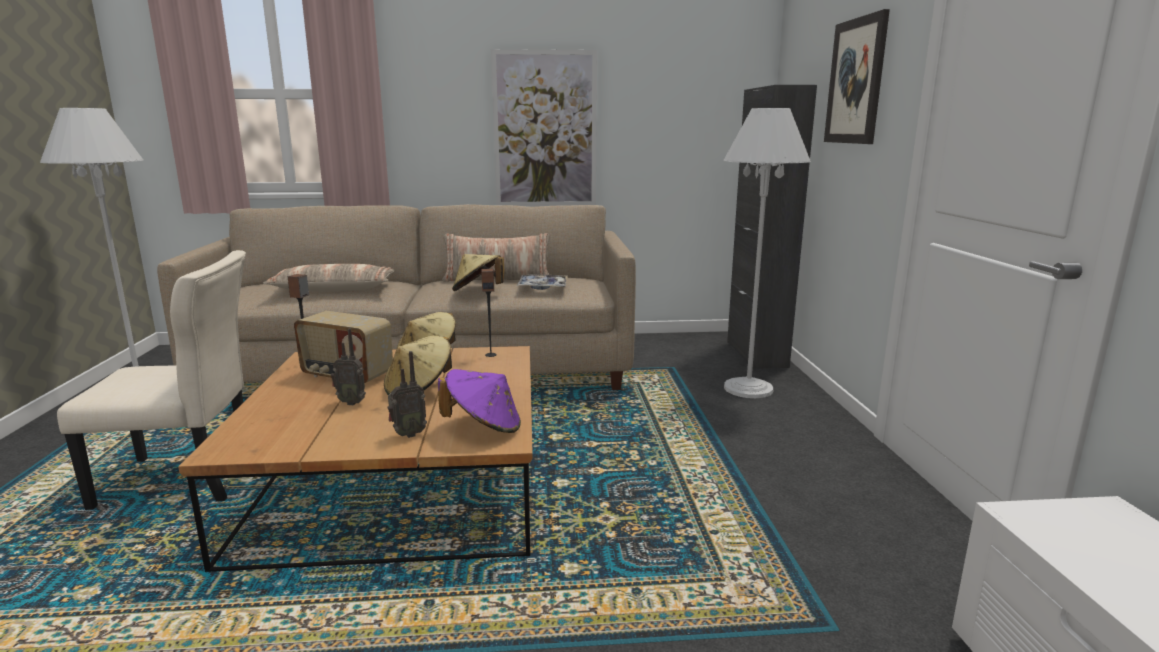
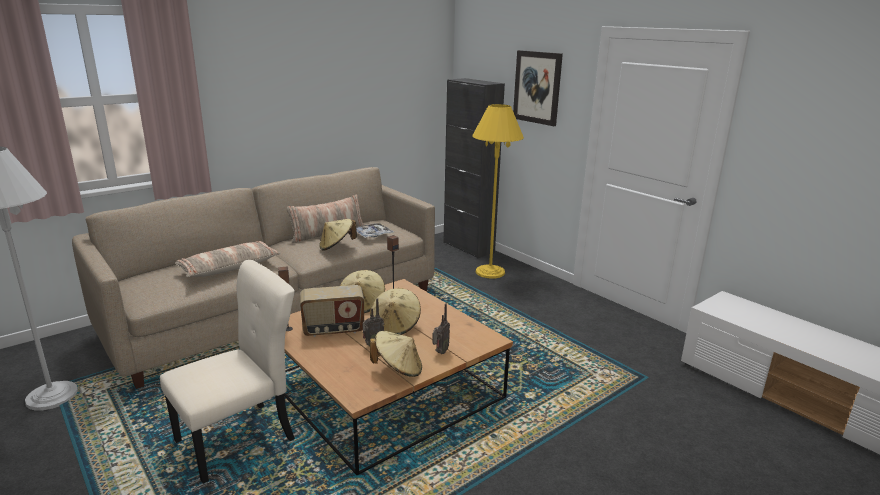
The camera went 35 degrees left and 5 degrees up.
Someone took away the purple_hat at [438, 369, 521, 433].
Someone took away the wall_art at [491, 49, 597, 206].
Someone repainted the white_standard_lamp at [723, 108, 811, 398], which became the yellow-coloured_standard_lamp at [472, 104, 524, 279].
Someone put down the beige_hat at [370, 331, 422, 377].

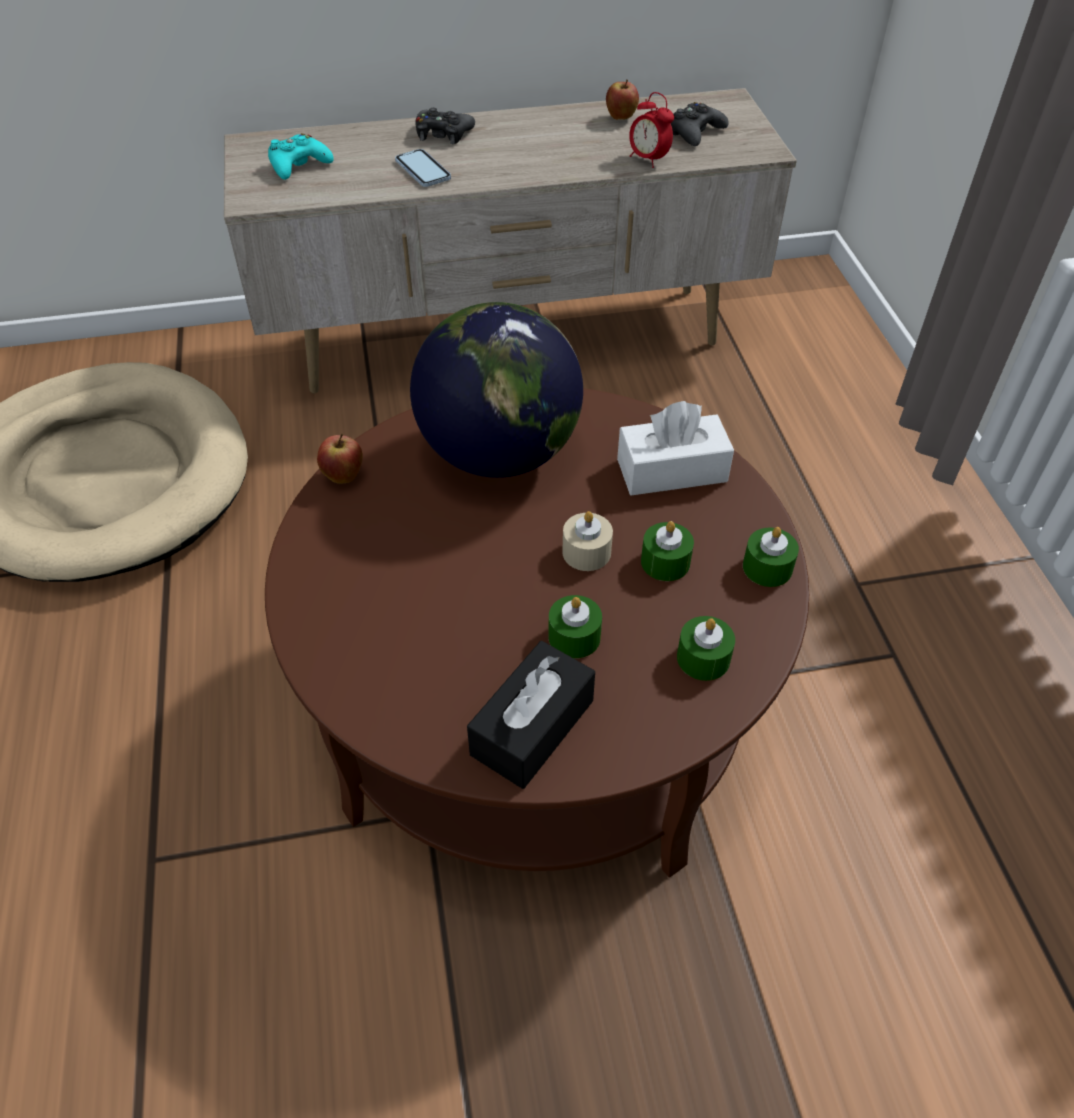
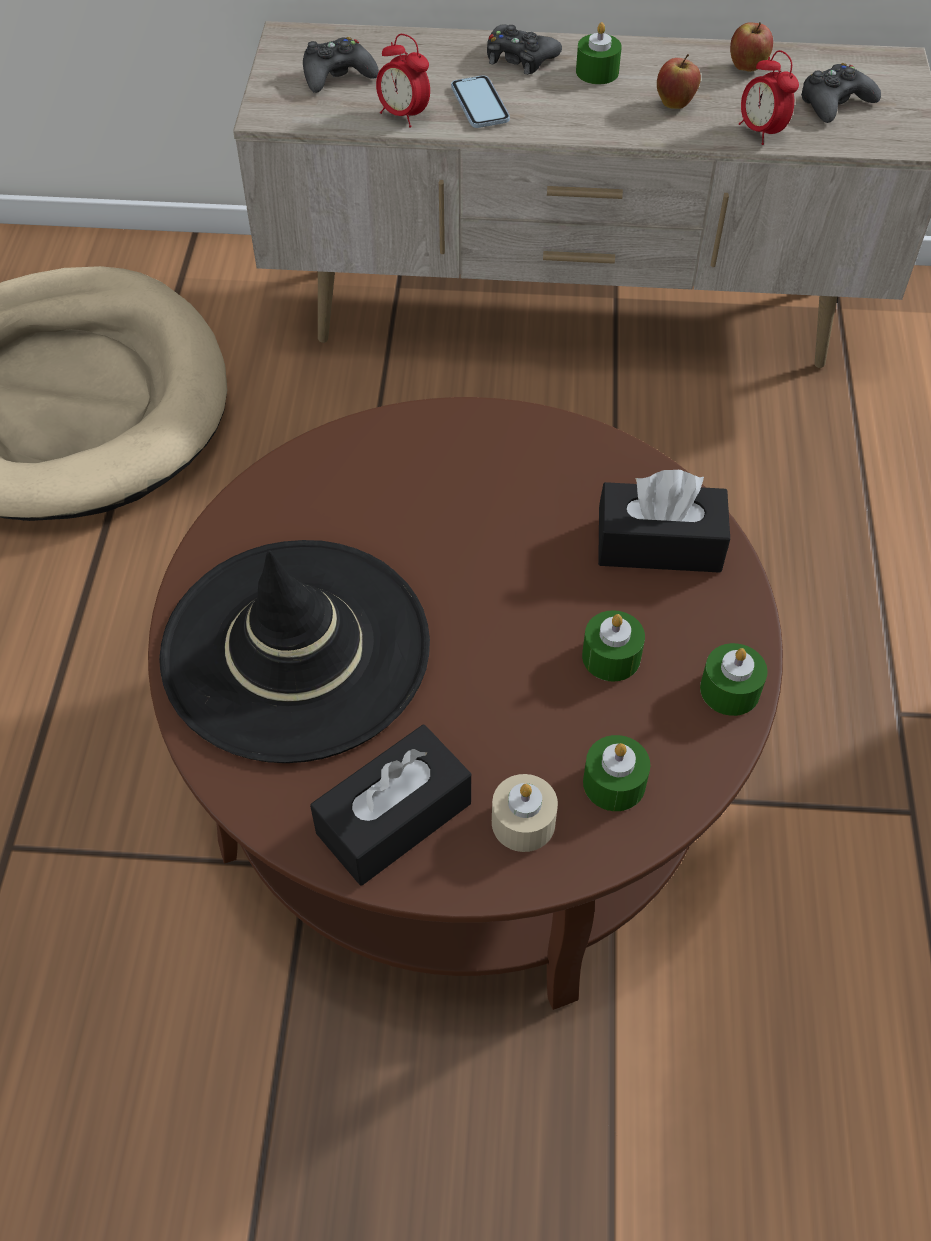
The camera went 15 degrees right and 5 degrees up.
Someone repainted the turquoise_joypad at [268, 133, 334, 180], which became the black_joypad at [303, 37, 379, 93].
Someone carried the apple from [317, 434, 363, 484] to [657, 54, 701, 109].
Someone took away the world_globe at [410, 302, 583, 478].
Someone carried the greenish_candle from [548, 595, 602, 659] to [576, 22, 622, 84].
Someone carried the beige_candle from [562, 511, 613, 571] to [492, 774, 558, 852].
Someone repainted the white_box_of_tissues at [617, 401, 734, 495], which became the black_box_of_tissues at [598, 470, 730, 573].
Someone put down the black_hat at [159, 540, 430, 763].
Someone put down the table_clock at [376, 34, 430, 127].

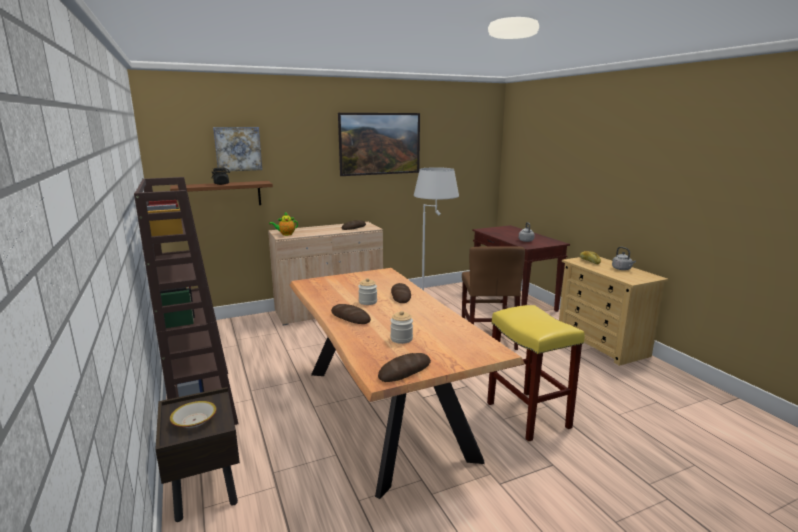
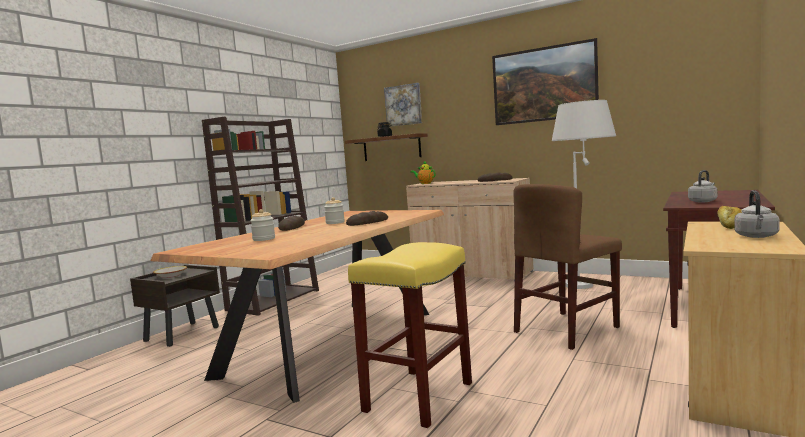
The camera went 55 degrees right and 10 degrees down.
Someone took away the baked_bread at [378, 353, 431, 382].

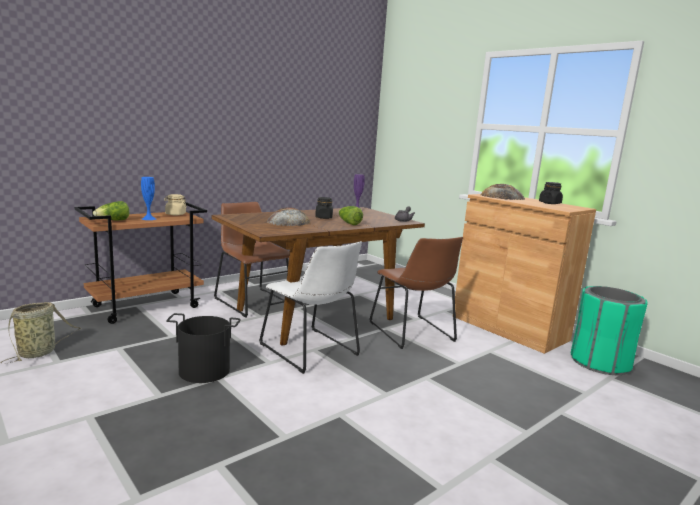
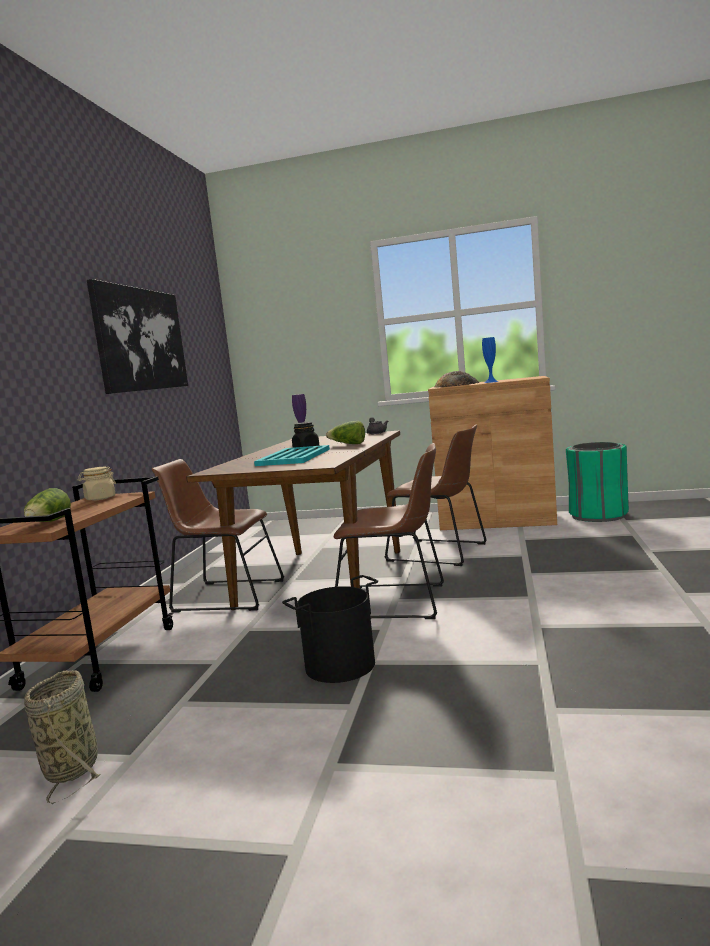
The camera went 35 degrees left and 5 degrees down.
Someone carried the blue_vase from [141, 177, 156, 220] to [482, 337, 499, 383].
Someone repainted the white_plain_chair at [259, 241, 362, 374], which became the brownish_plain_chair at [334, 443, 444, 619].
Someone swapped the baked_bread at [267, 207, 310, 226] for the turquoise_tray at [254, 445, 330, 466].
Someone took away the black_storage_jar at [539, 182, 563, 204].
Someone put up the wall_art at [87, 279, 188, 394].

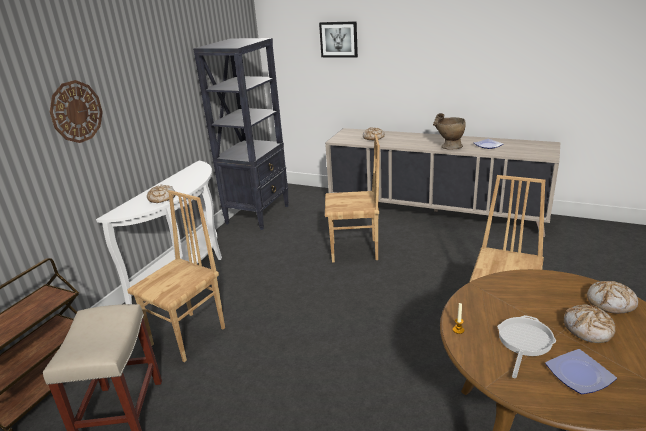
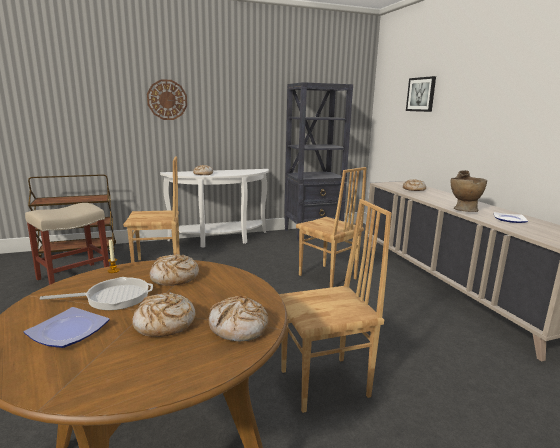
The camera went 45 degrees right and 10 degrees down.
Someone put down the baked_bread at [150, 254, 199, 286].

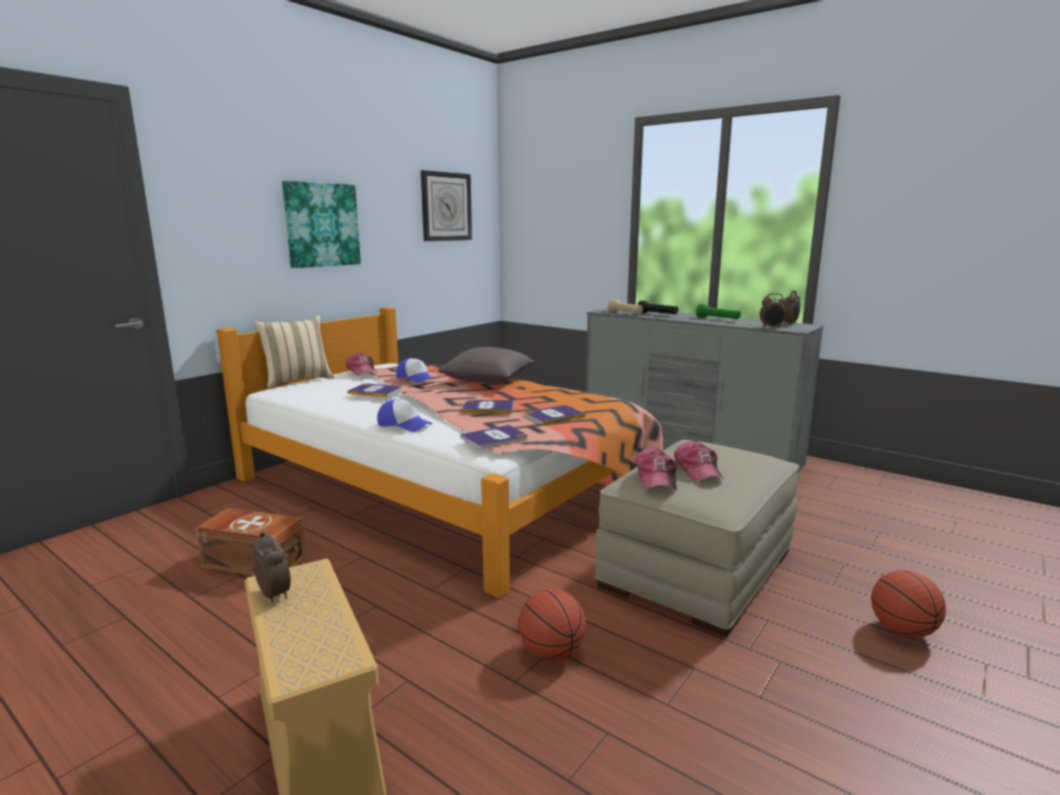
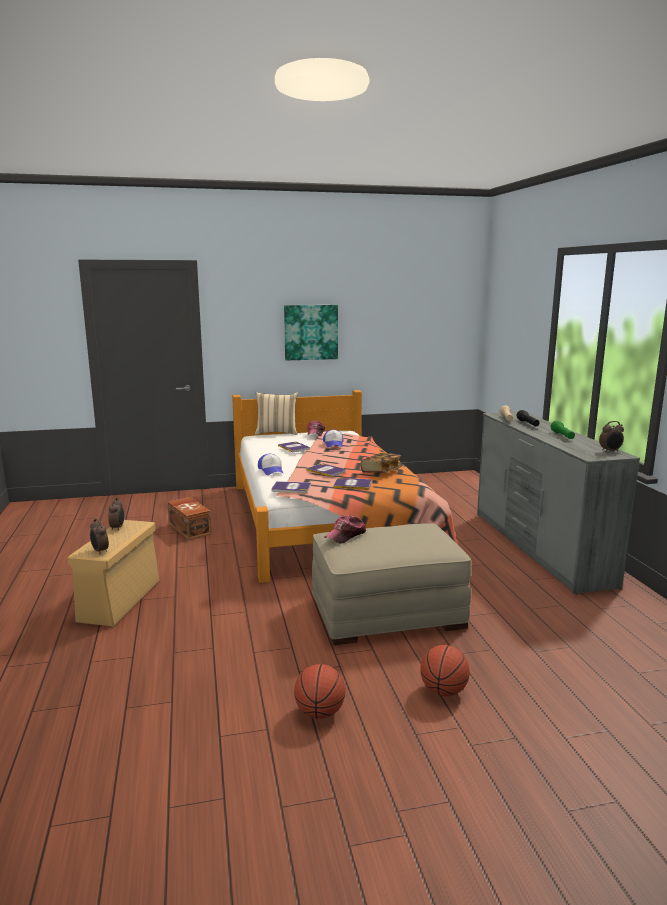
The camera went 40 degrees right and 0 degrees up.
Someone took away the wall_clock at [421, 170, 472, 241].
Someone took away the greyish_throw_pillow at [438, 347, 535, 383].
Someone carried the ball_for_basketball from [518, 589, 586, 661] to [294, 664, 345, 719].
Someone took away the baseball_cap at [674, 441, 724, 481].
Someone carried the table_clock from [760, 293, 788, 328] to [90, 519, 109, 555].
Someone put down the book at [361, 453, 402, 473].

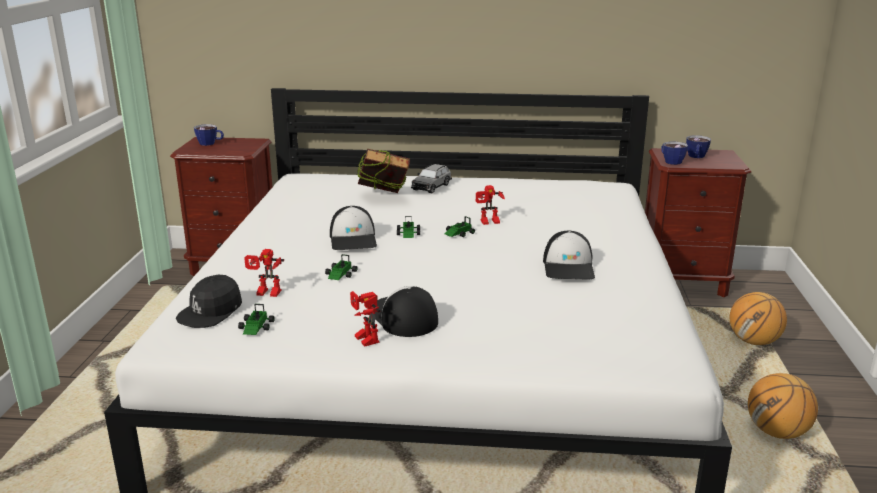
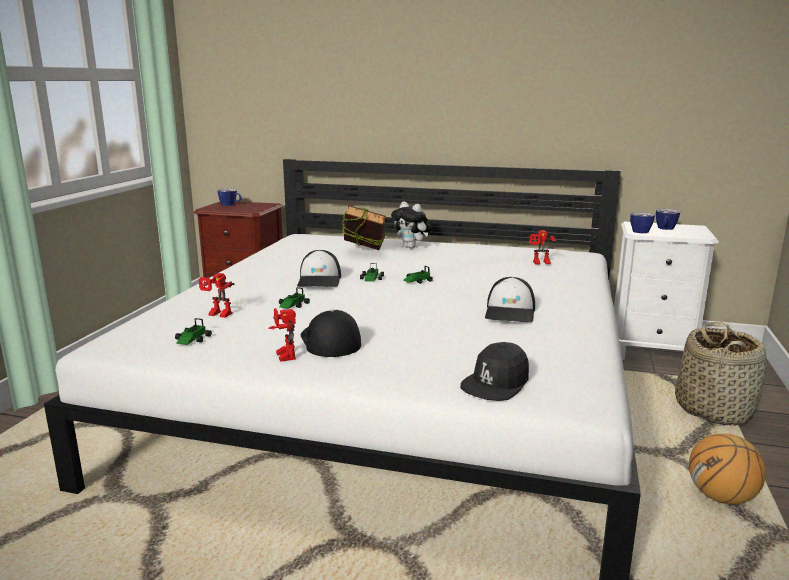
The camera went 10 degrees right and 5 degrees down.
Someone carried the black_baseball_cap from [176, 275, 242, 328] to [460, 342, 529, 401].
Someone swapped the greyish_miniature_car at [411, 164, 452, 193] for the plush_toy at [391, 202, 432, 248].
Someone carried the toy_robot from [476, 185, 505, 225] to [529, 230, 556, 264].
Someone repainted the brownish_bedside_table at [645, 148, 751, 297], which became the white_bedside_table at [614, 222, 719, 360].
Someone swapped the ball_for_basketball at [730, 292, 787, 345] for the storage_basket at [675, 322, 767, 426].

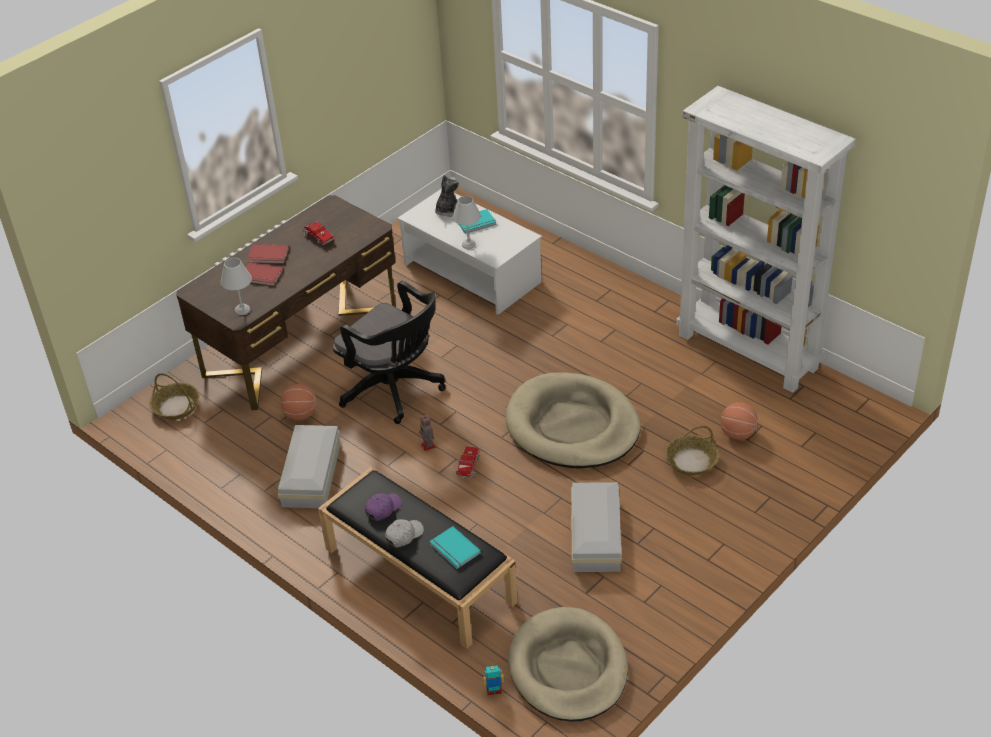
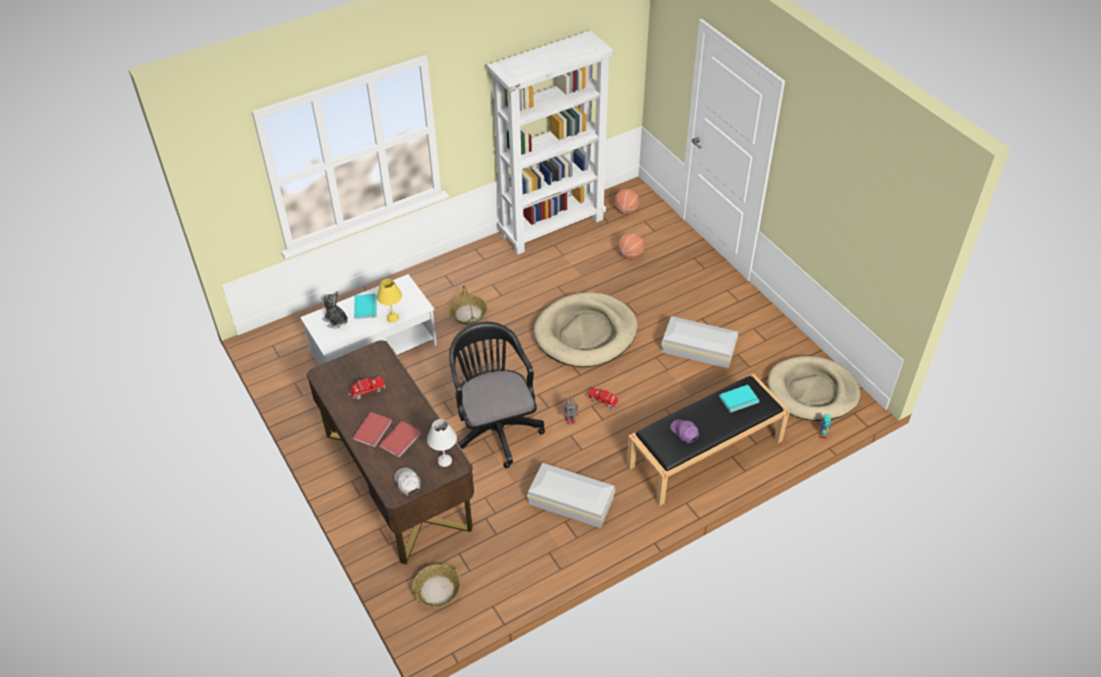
The camera went 75 degrees left and 5 degrees up.
Someone carried the ball_for_basketball from [280, 384, 316, 420] to [615, 189, 639, 214].
Someone rotated the black_office_chair at [333, 281, 445, 424] by 75 degrees counterclockwise.
Someone carried the white_baseball_cap from [385, 519, 424, 548] to [394, 468, 420, 496].
Someone repainted the white_table_lamp at [453, 196, 481, 249], which became the yellow-coloured_table_lamp at [377, 279, 402, 322].
Someone carried the storage_basket from [665, 426, 719, 476] to [449, 285, 488, 325].

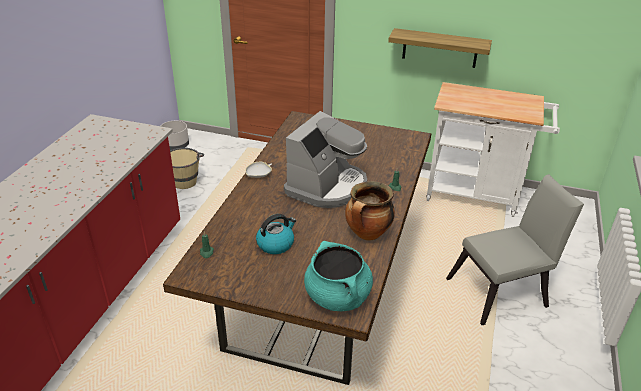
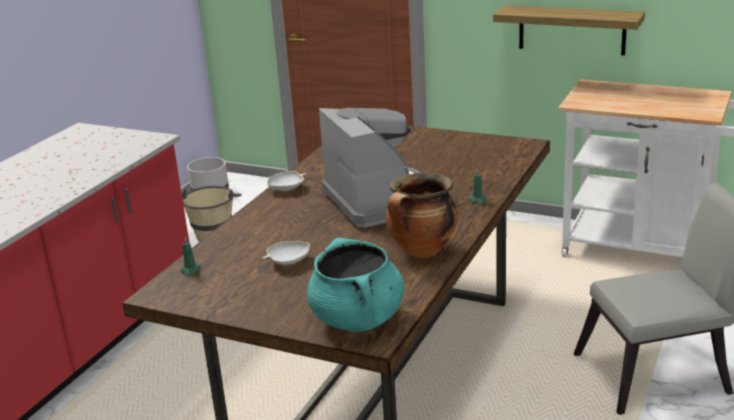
The camera went 10 degrees right and 10 degrees down.
Someone swapped the kettle at [256, 214, 296, 254] for the white_serving_bowl at [262, 241, 310, 265].
Someone rotated the coffee_maker at [284, 111, 367, 208] by 60 degrees counterclockwise.

